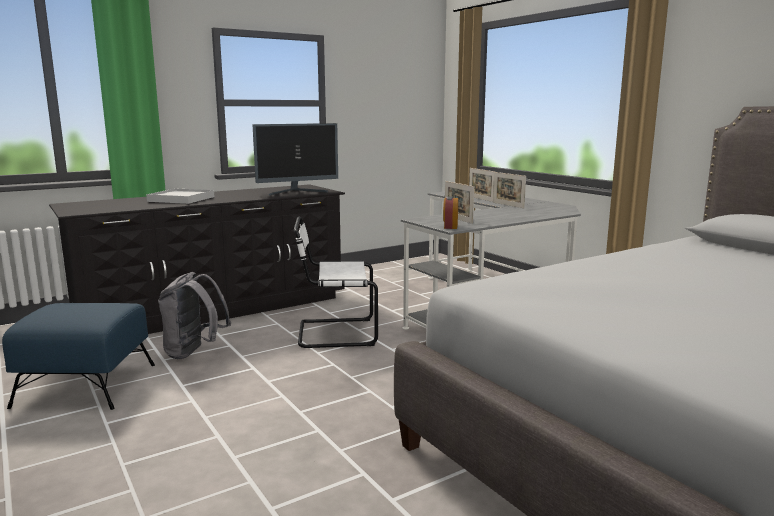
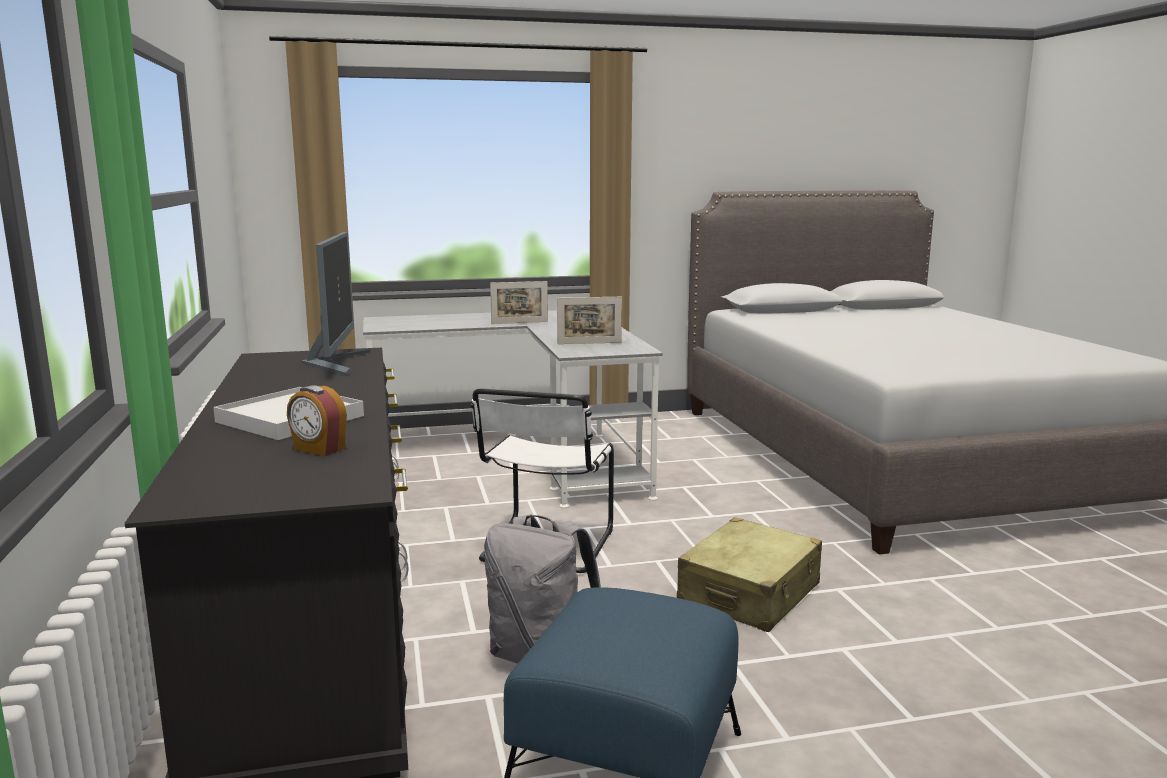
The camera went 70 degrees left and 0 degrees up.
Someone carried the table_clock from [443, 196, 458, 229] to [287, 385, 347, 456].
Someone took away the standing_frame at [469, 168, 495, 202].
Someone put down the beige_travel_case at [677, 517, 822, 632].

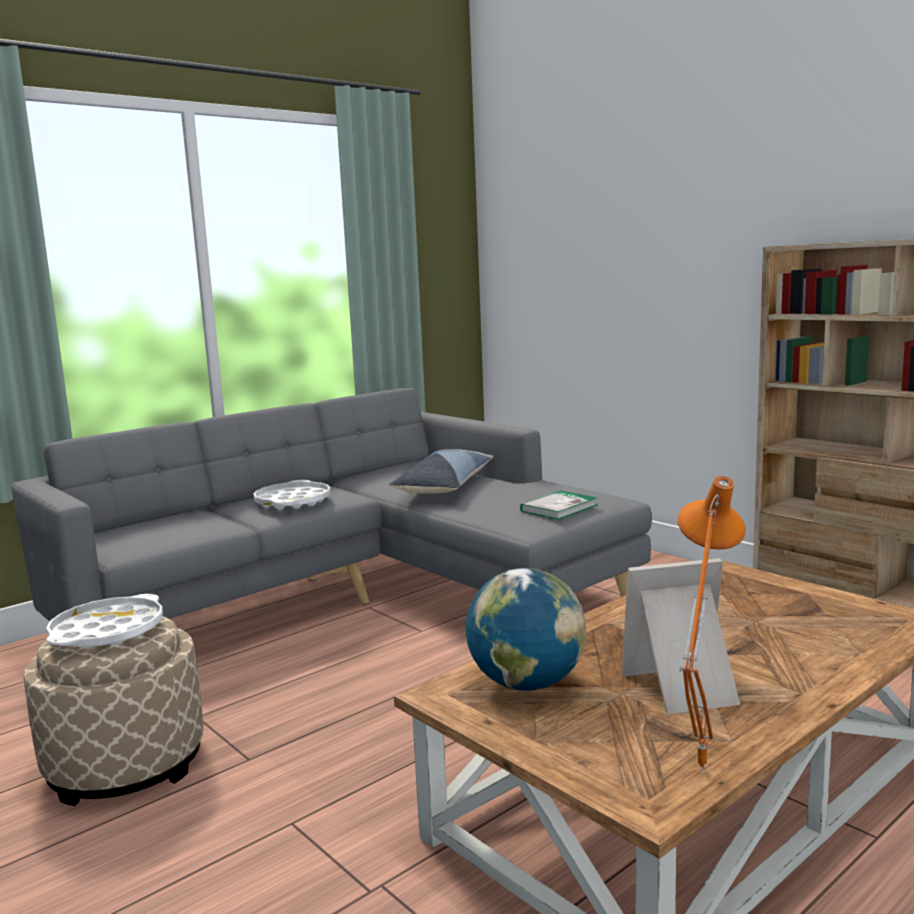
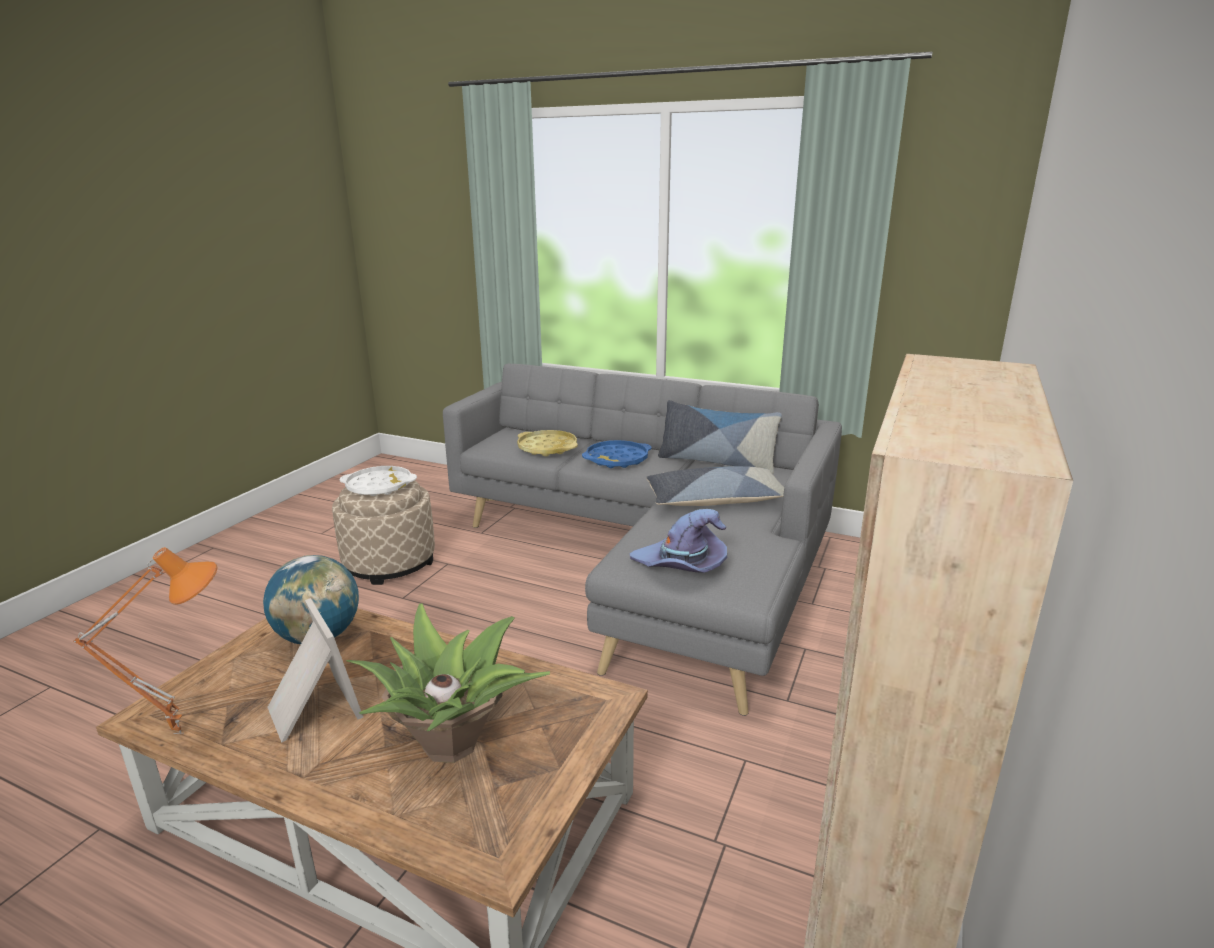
The camera went 65 degrees right and 10 degrees up.
Someone repainted the white_tray at [254, 480, 331, 509], which became the blue_tray at [582, 440, 652, 468].
Someone swapped the book at [520, 491, 597, 520] for the purple_hat at [630, 509, 727, 573].
Someone put down the plant_in_a_pot at [346, 604, 550, 763].
Someone put down the yellow-coloured_tray at [517, 430, 578, 456].
Someone put down the throw_pillow at [658, 400, 782, 474].

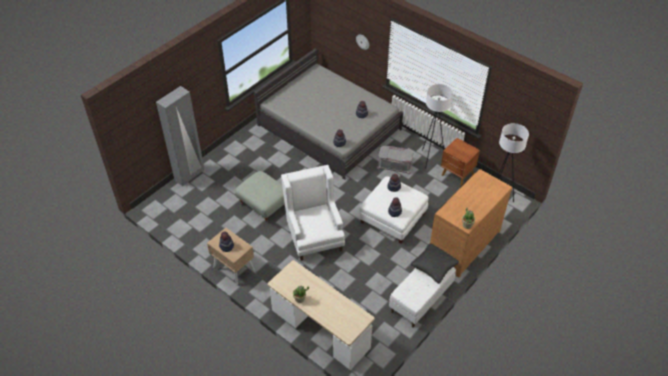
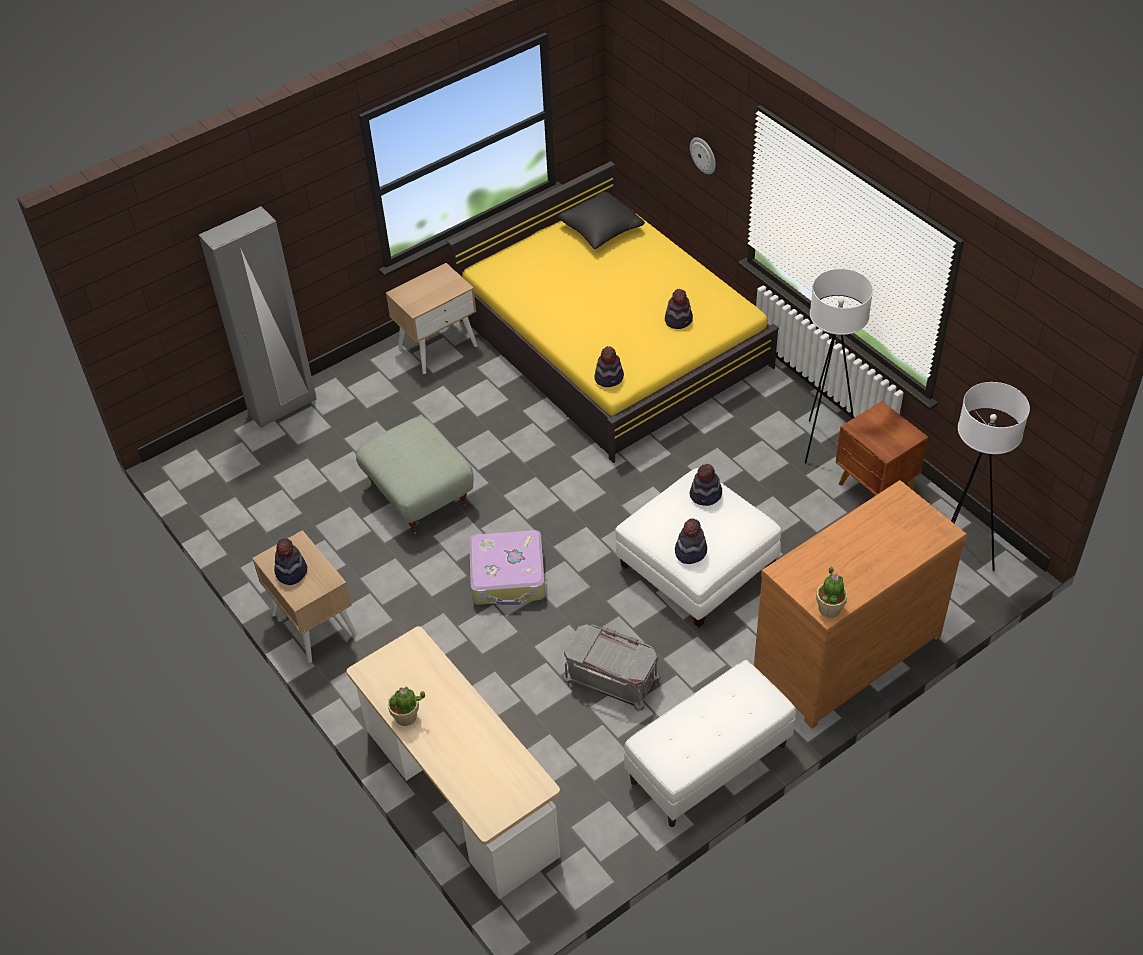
The camera went 15 degrees right and 0 degrees up.
Someone repainted the greyish_bedroom_bed at [254, 49, 404, 180], which became the yellow-coloured_bedroom_bed at [447, 161, 779, 463].
Someone swapped the white_armchair at [281, 165, 345, 261] for the travel_case at [469, 530, 545, 605].
Someone carried the greyish_storage_container from [377, 146, 413, 174] to [563, 624, 660, 711].
Someone carried the black_throw_pillow from [411, 243, 459, 284] to [558, 192, 645, 249].
Someone put down the beige_bedside_table at [386, 263, 478, 374].

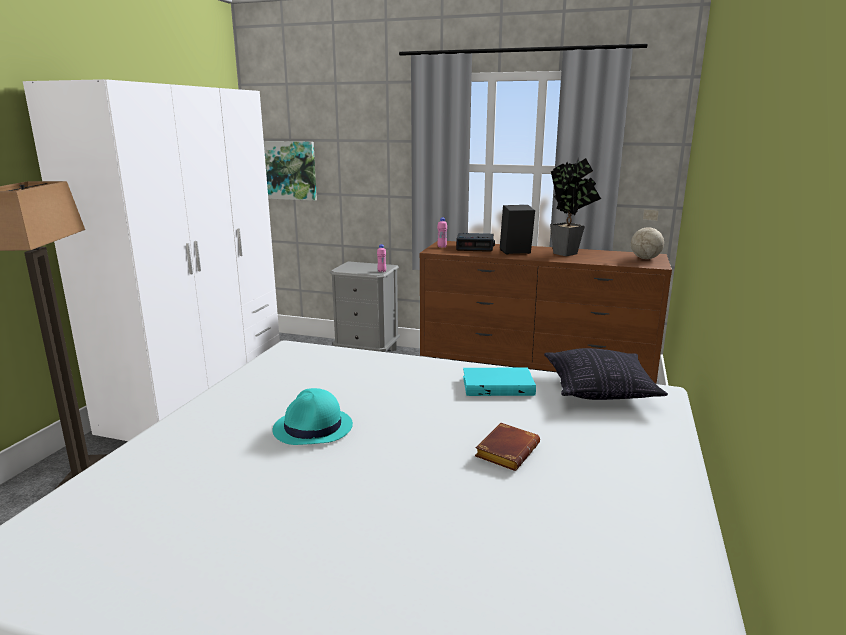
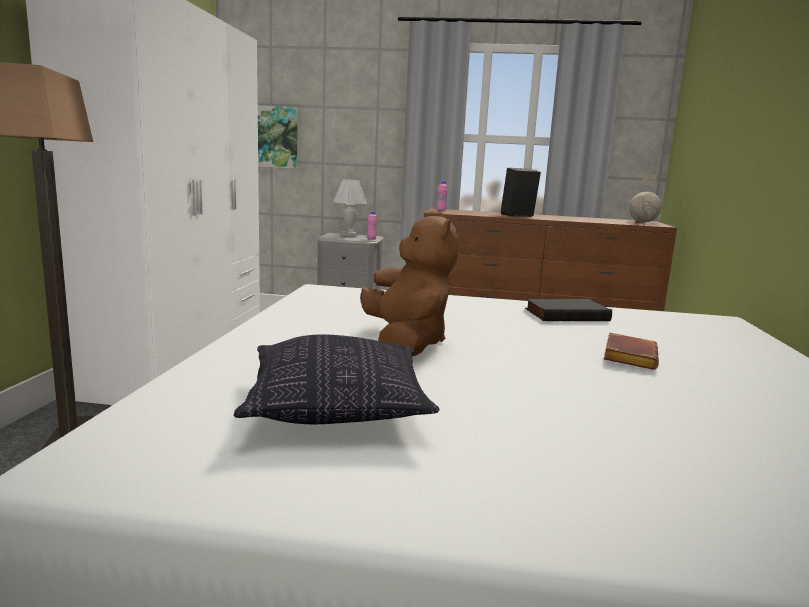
The camera went 10 degrees left and 5 degrees down.
Someone swapped the turquoise_hat at [272, 388, 353, 445] for the brownish_plush_toy at [360, 213, 458, 356].
Someone took away the table_clock at [456, 233, 495, 252].
Someone repainted the turquoise_book at [463, 367, 536, 396], which became the black_book at [525, 299, 612, 321].
Someone carried the throw_pillow from [544, 348, 668, 400] to [234, 334, 440, 424].
Someone took away the plant_in_a_pot at [550, 158, 601, 256].
Someone put down the white_table_lamp at [333, 179, 367, 236].

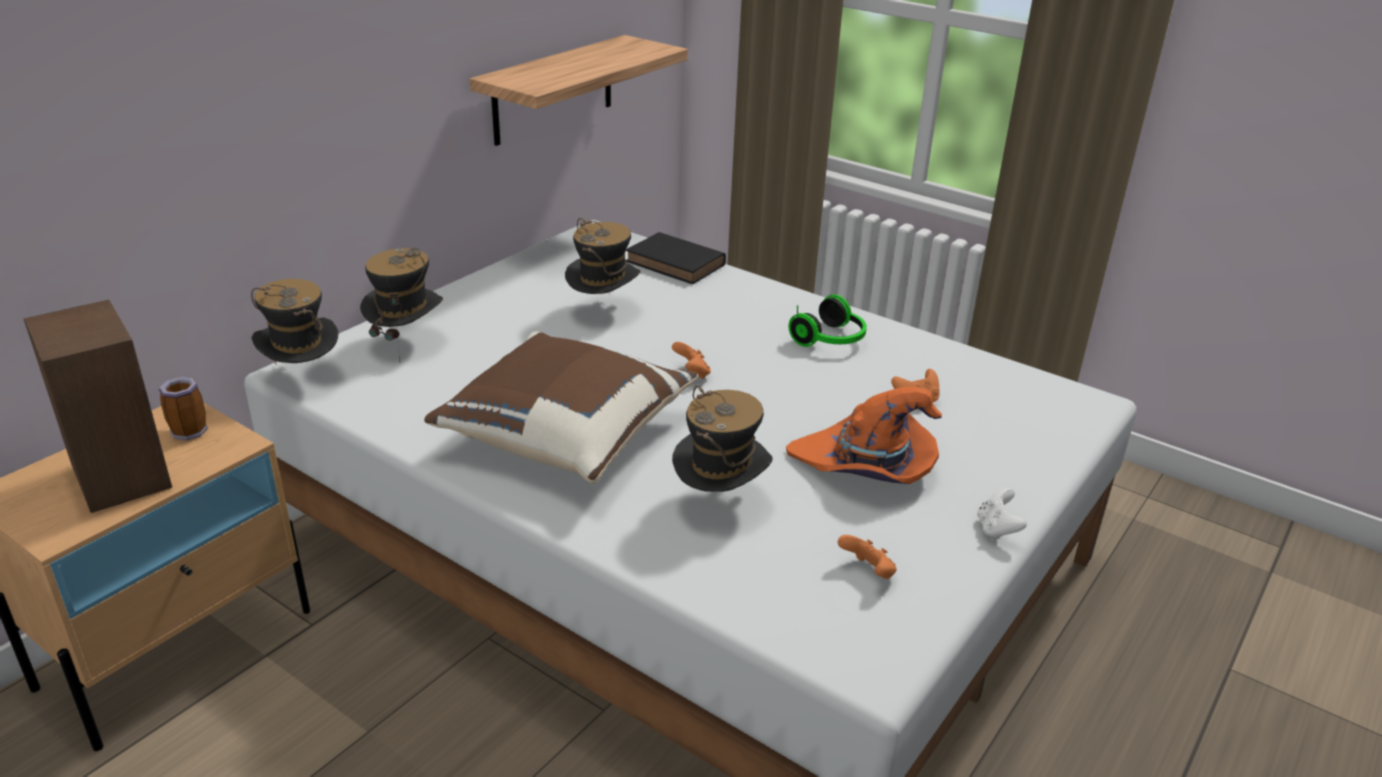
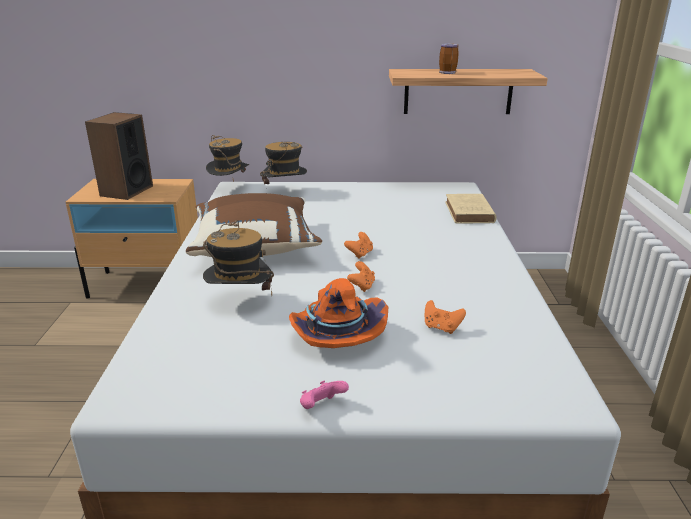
The camera went 55 degrees right and 5 degrees down.
Someone carried the tea_mug from [158, 377, 208, 440] to [439, 43, 459, 74].
Someone took away the hat at [565, 218, 641, 294].
Someone repainted the black_book at [626, 232, 726, 284], which became the beige_book at [445, 194, 497, 224].
Someone took away the pair_of_headphones at [789, 294, 867, 347].
Someone carried the orangey_joypad from [838, 535, 897, 579] to [347, 261, 375, 292].
Someone repainted the white_joypad at [977, 488, 1027, 541], which became the pinkish_joypad at [300, 381, 349, 409].

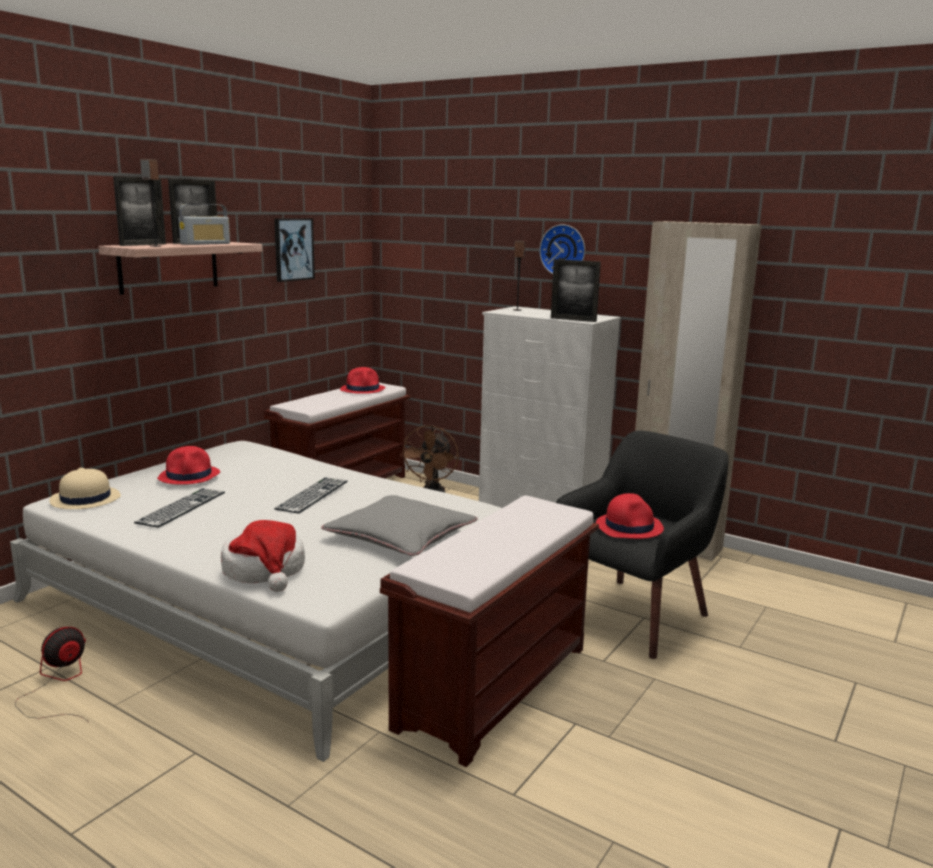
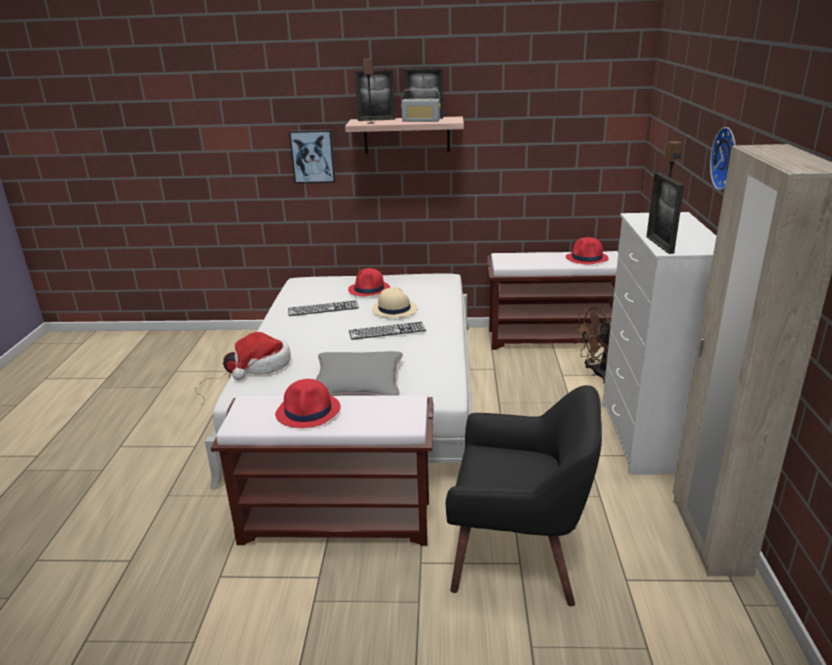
The camera went 60 degrees right and 10 degrees up.
Someone carried the beige_hat from [50, 468, 121, 509] to [372, 287, 417, 318].
Someone carried the wall_art from [274, 218, 315, 282] to [289, 130, 335, 184].
Someone carried the red_hat from [596, 493, 664, 539] to [275, 379, 341, 428].

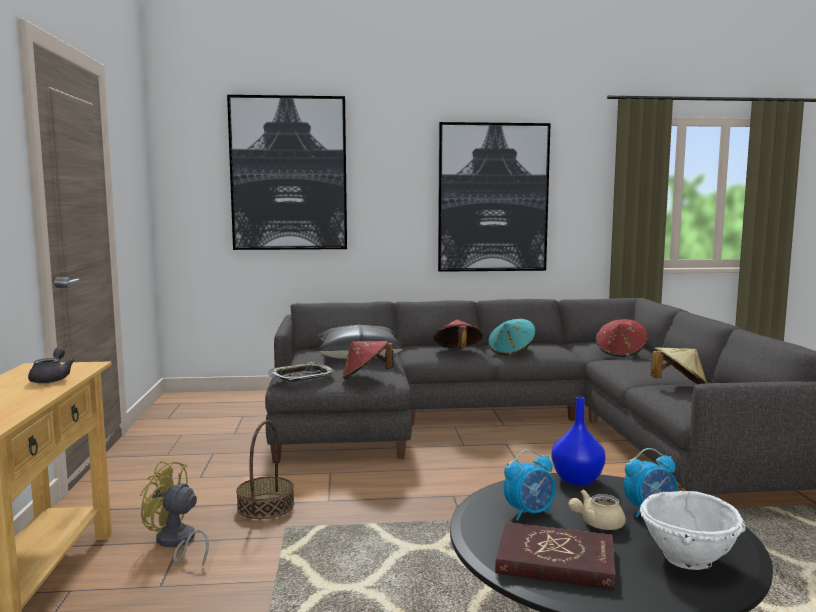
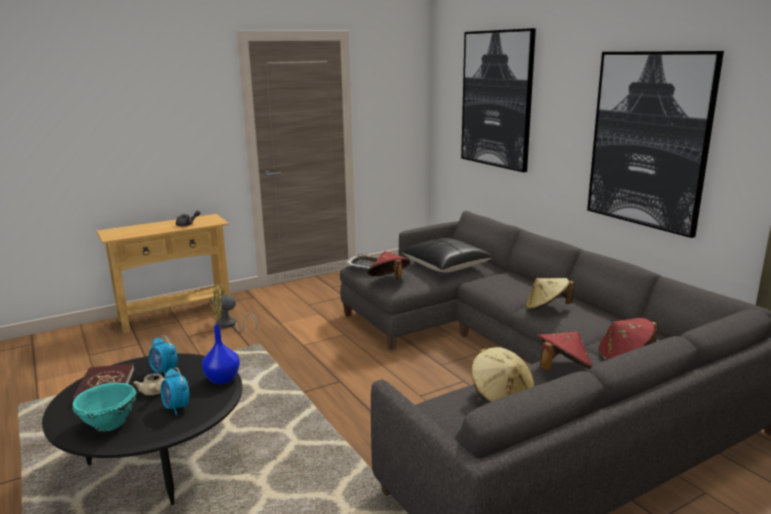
The camera went 65 degrees right and 10 degrees up.
Someone rotated the yellow-coloured_cooling_fan at [140, 461, 209, 566] by 90 degrees counterclockwise.
Someone took away the storage_basket at [236, 420, 294, 519].
Someone carried the red_hat from [433, 319, 483, 349] to [537, 332, 593, 370].
Someone repainted the turquoise_hat at [488, 319, 536, 356], which became the beige_hat at [526, 278, 574, 311].
Someone rotated the beige_teapot at [569, 490, 626, 530] by 150 degrees counterclockwise.
Someone repainted the white_serving_bowl at [640, 491, 746, 570], which became the turquoise_serving_bowl at [73, 382, 137, 431].

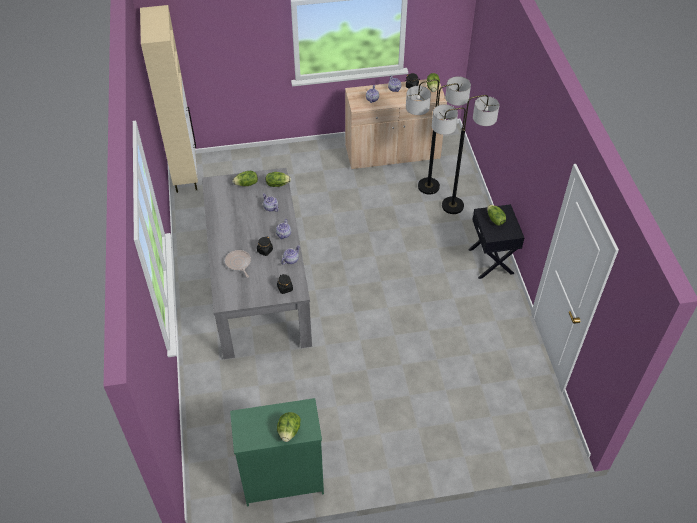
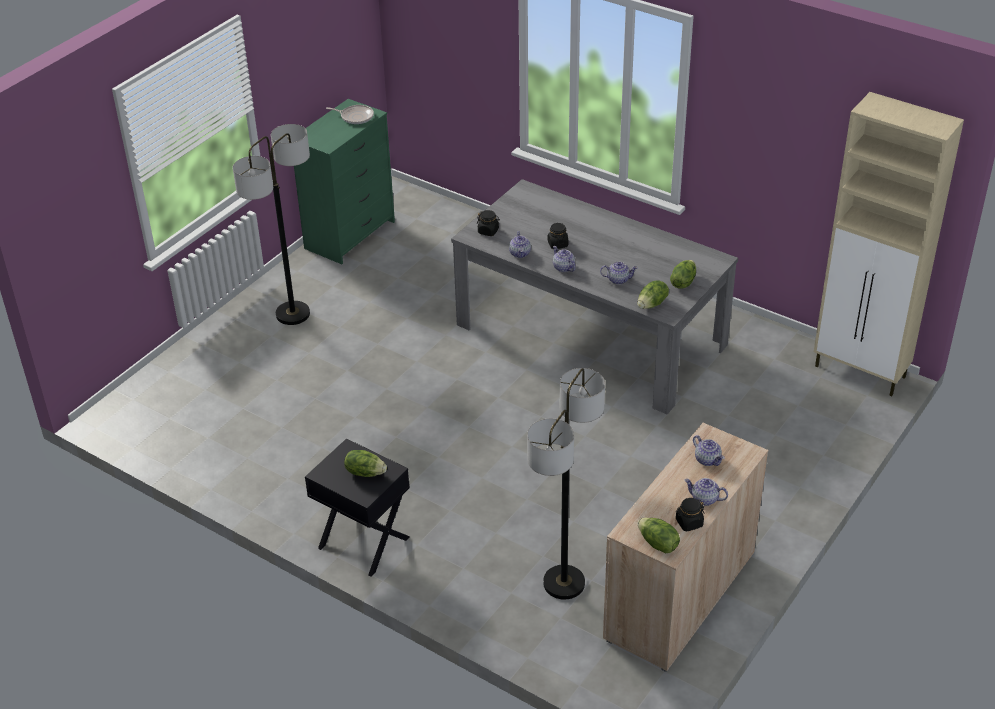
The camera went 135 degrees right and 10 degrees down.
Someone carried the pan from [225, 250, 251, 278] to [326, 105, 374, 124].
Someone took away the lettuce at [277, 412, 301, 442].
Someone carried the standard_lamp from [432, 95, 500, 214] to [233, 124, 310, 325].

